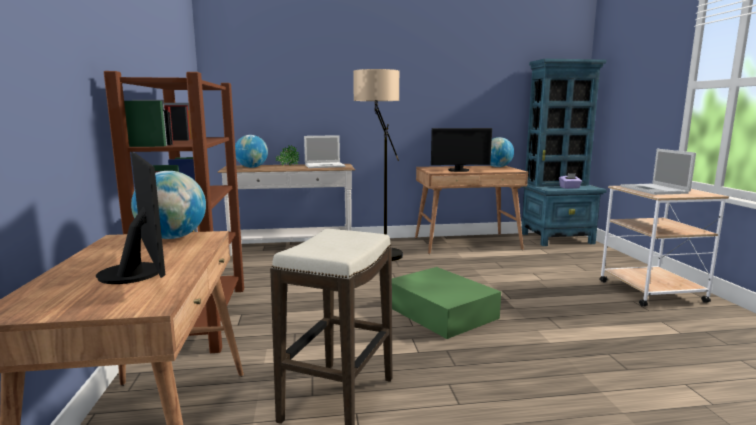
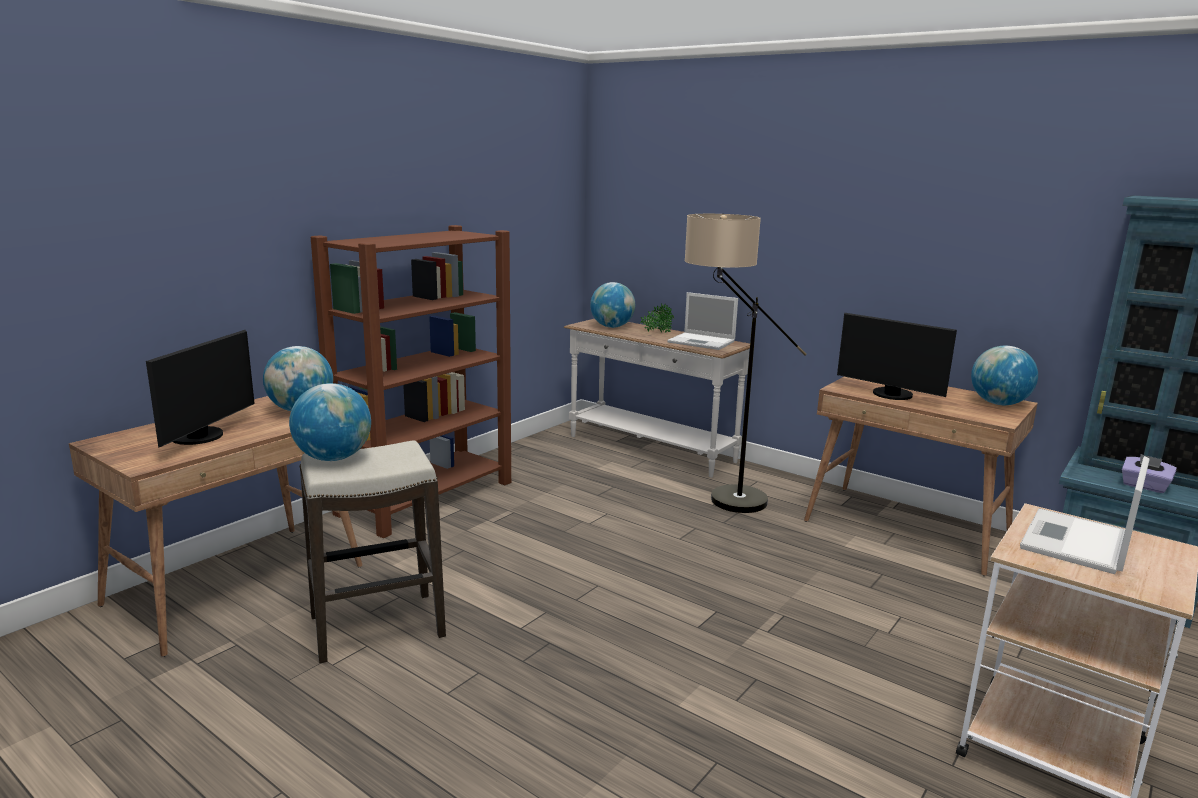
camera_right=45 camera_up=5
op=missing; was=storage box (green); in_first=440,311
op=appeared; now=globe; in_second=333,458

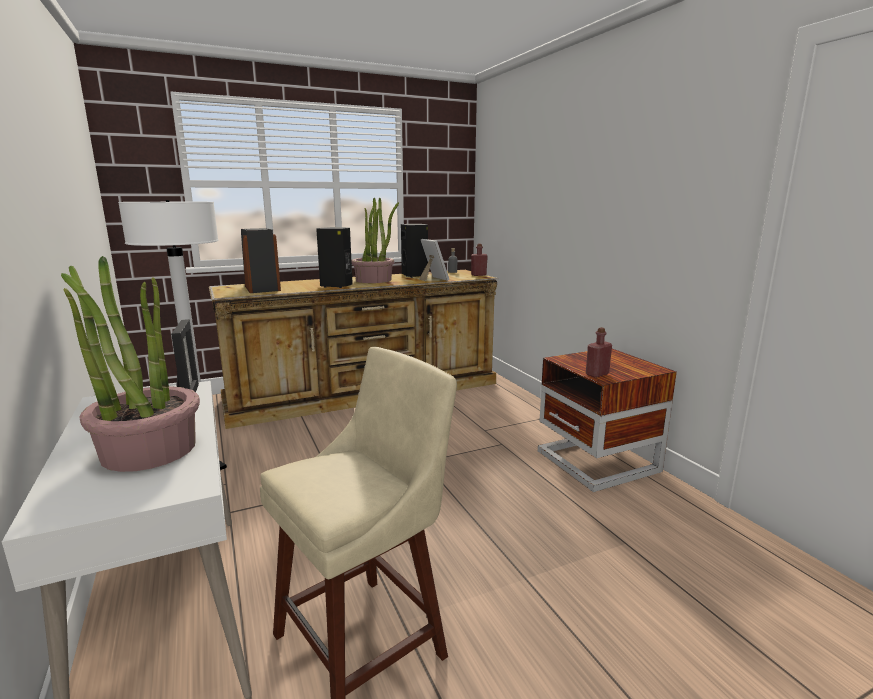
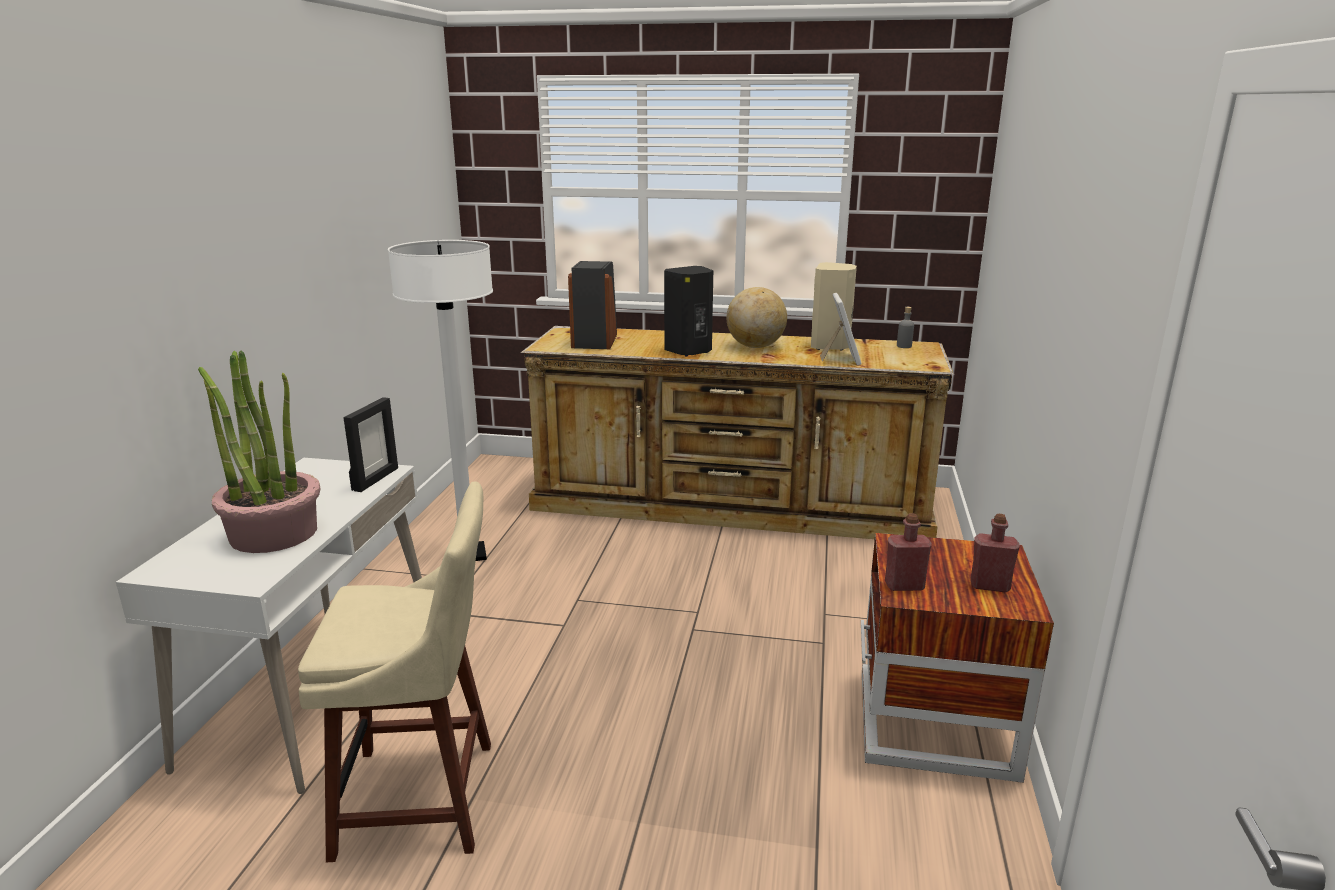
camera_right=35 camera_up=5
op=relocated; was=bottle (red); in_first=478,275; in_second=990,586
op=exchanged; was=potted plant; now=globe; in_first=374,280; in_second=755,347
op=colour; was=speaker (black); now=speaker (beige); in_first=415,275; in_second=831,346

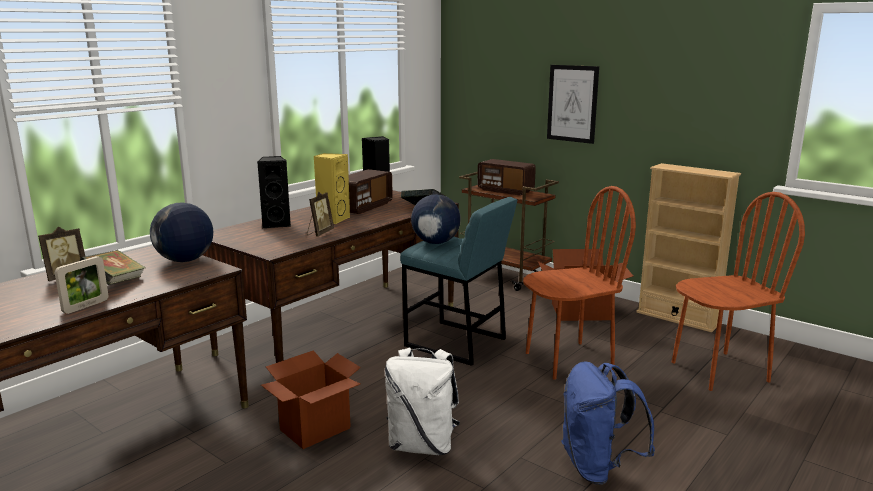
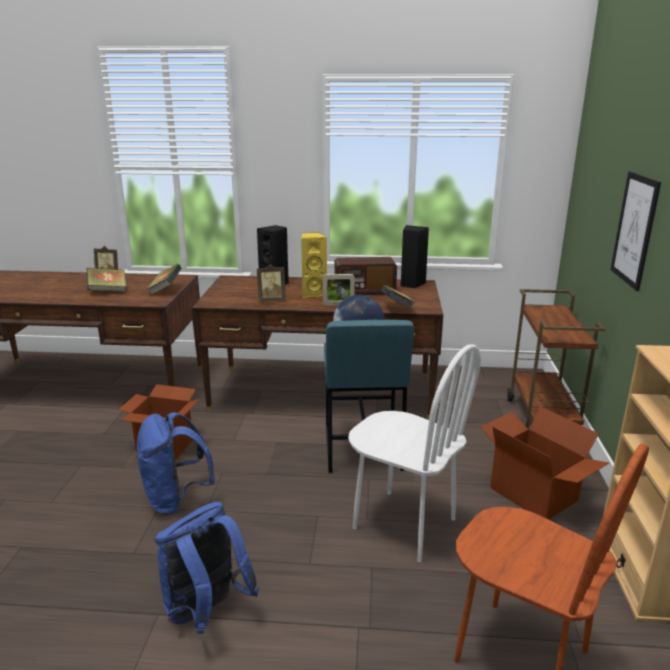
camera_right=55 camera_up=5
op=missing; was=radio; in_first=505,191
op=relocated; was=picture frame; in_first=86,306; in_second=338,304
op=exchanged; was=globe; now=book; in_first=185,260; in_second=165,290
op=colour; was=backpack (white); now=backpack (blue); in_first=422,445; in_second=176,499
op=colour; was=chair (brown); now=chair (white); in_first=568,360; in_second=404,524

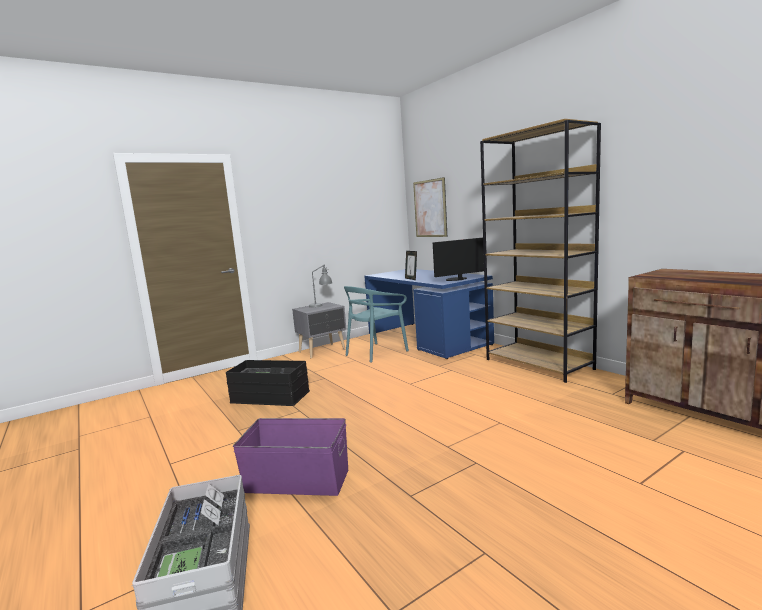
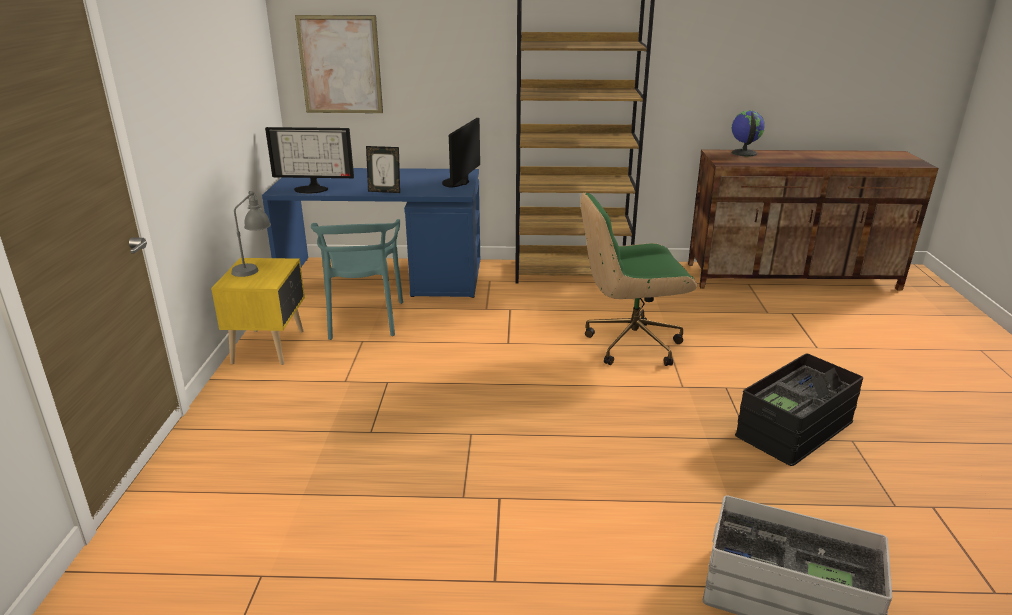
camera_right=-55 camera_up=15
op=missing; was=storage box (purple); in_first=297,481
op=appeared; now=monitor; in_second=312,188
op=appeared; now=office chair (green); in_second=629,345
op=appeared; now=globe; in_second=743,153
op=relocated; was=storage box (black); in_first=270,396; in_second=793,427
op=colour; was=nightstand (grey); now=nightstand (yellow); in_first=323,351; in_second=270,346

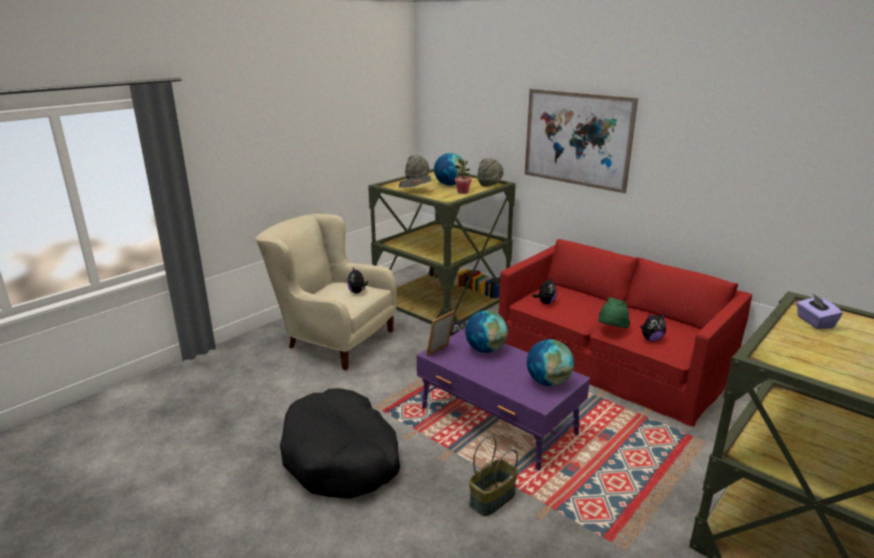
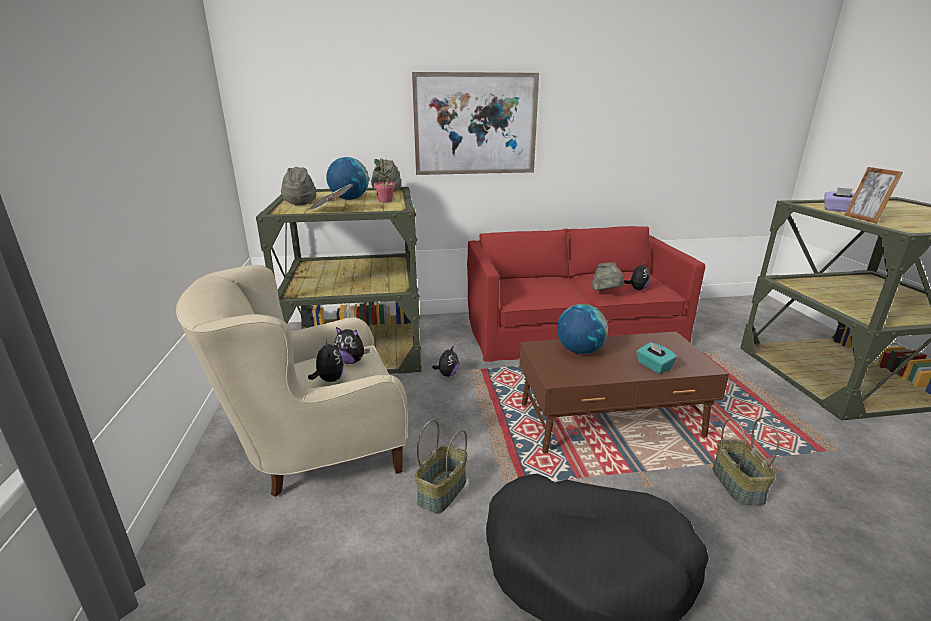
camera_right=-50 camera_up=0
op=missing; was=globe; in_first=548,382
op=appeared; now=basket; in_second=442,492
op=appeared; now=tissue box (turquoise); in_second=653,366
op=relocated; was=picture frame; in_first=440,351; in_second=864,219
op=relocated; was=plush toy; in_first=545,302; in_second=329,380
op=colour; was=coffee table (purple); now=coffee table (brown); in_first=498,421; in_second=610,420
op=colour; was=hat (green); now=hat (grey); in_first=612,330; in_second=607,293

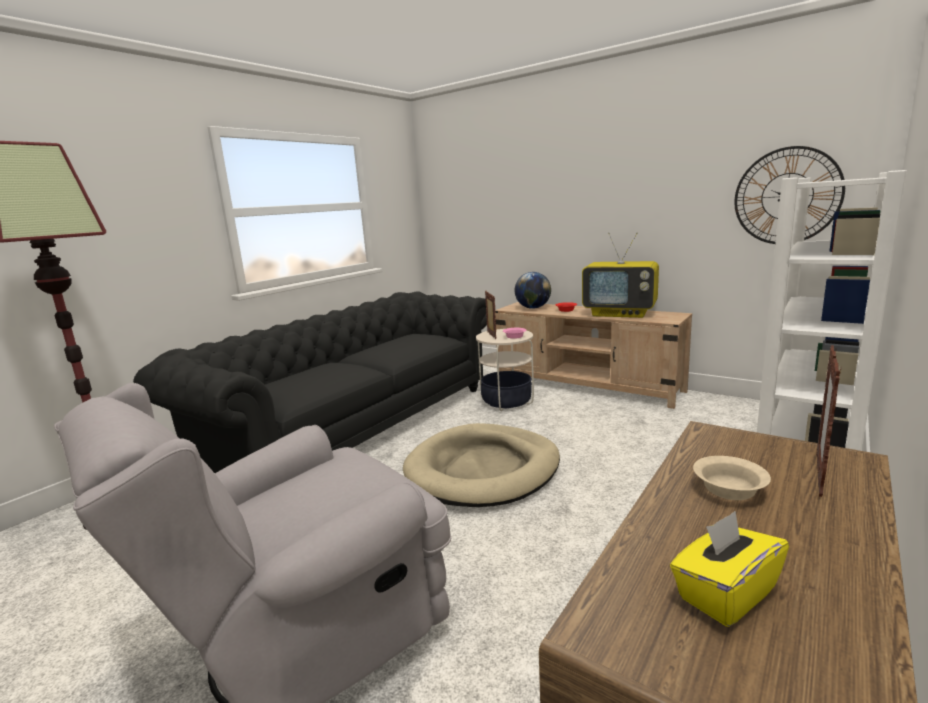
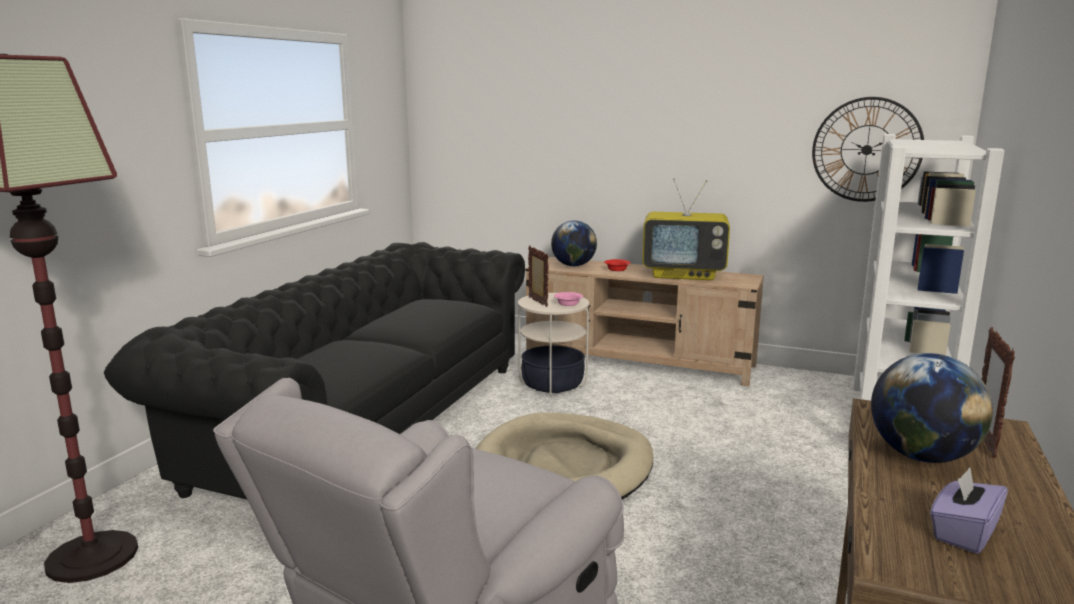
camera_right=-15 camera_up=0
op=exchanged; was=bowl (beige); now=globe; in_first=729,489; in_second=922,456
op=colour; was=tissue box (yellow); now=tissue box (purple); in_first=725,593; in_second=963,533

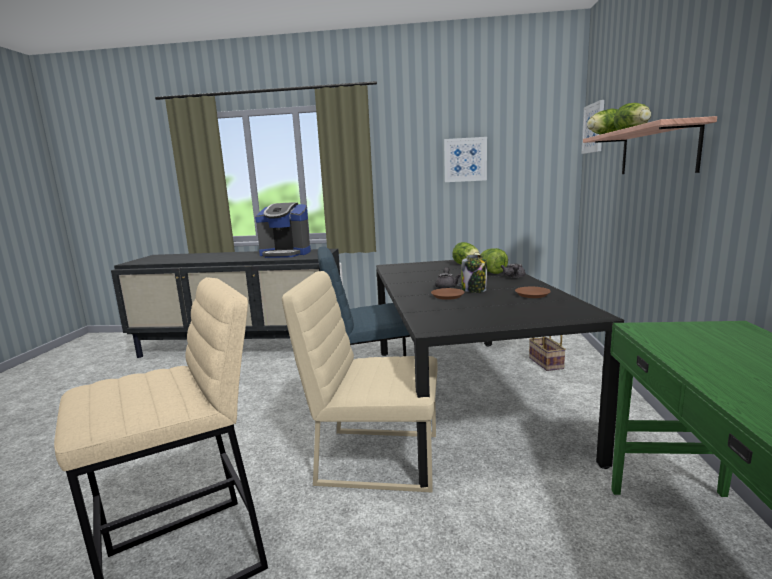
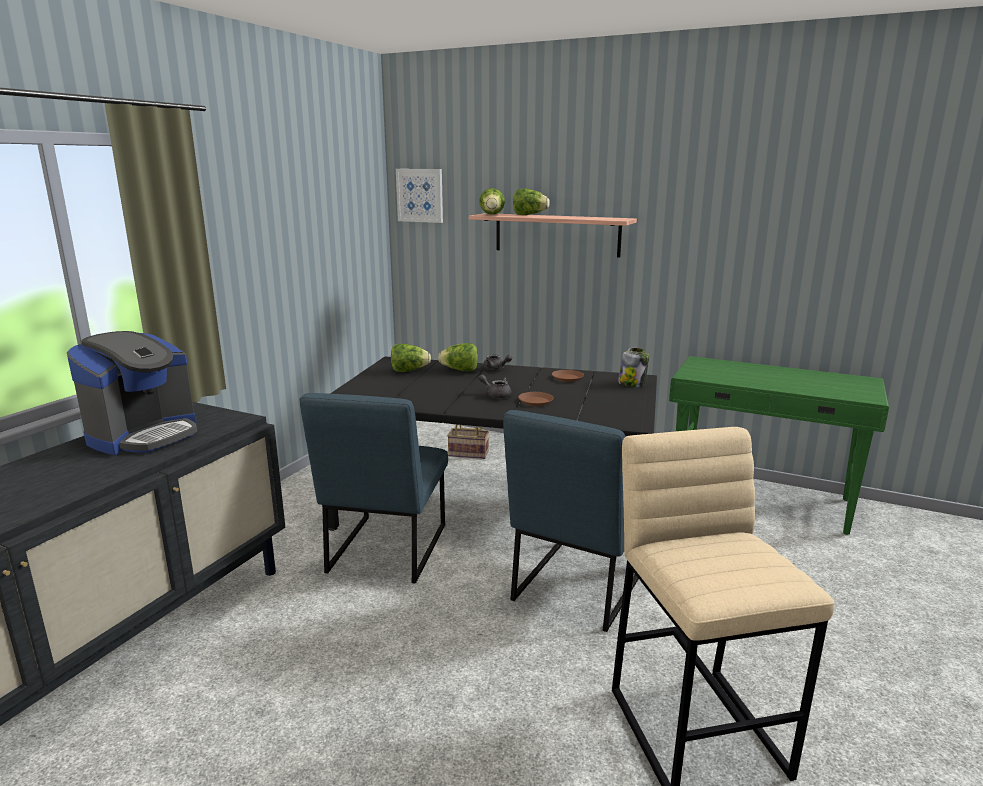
camera_right=-70 camera_up=5
op=missing; was=picture; in_first=465,160
op=relocated; was=jar; in_first=474,290; in_second=632,384
op=colour; was=chair (beige); now=chair (blue); in_first=375,457; in_second=577,585

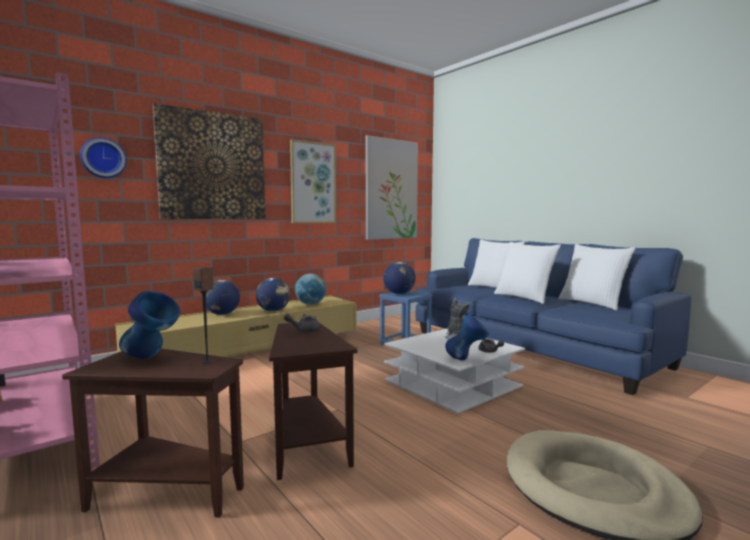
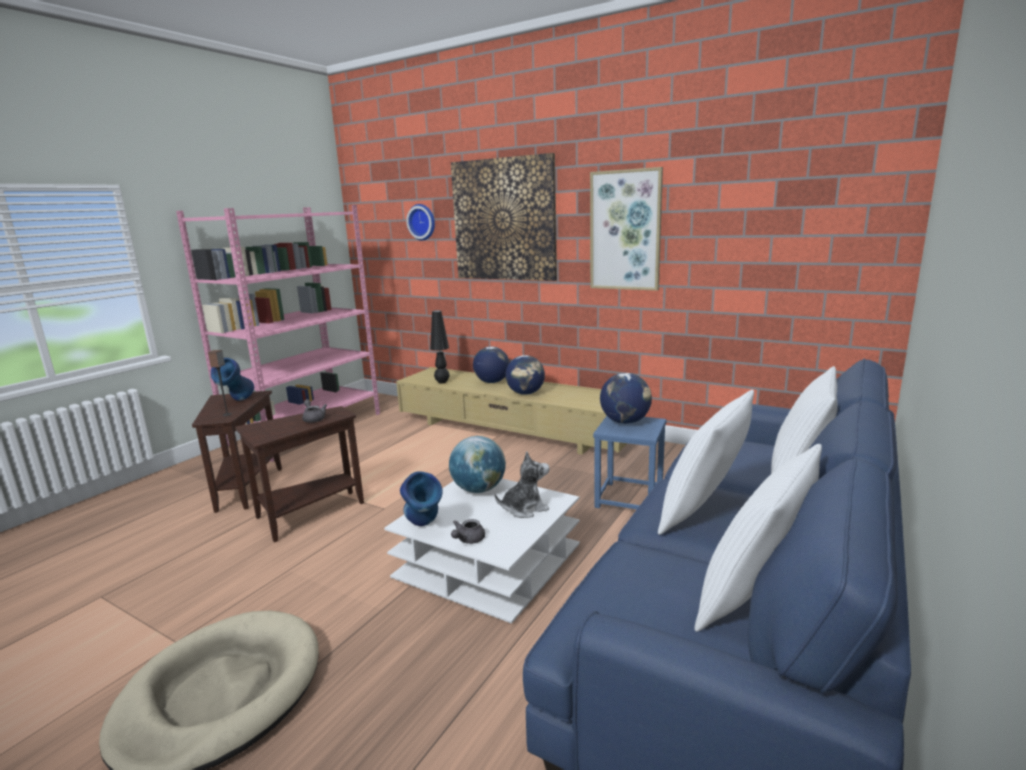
camera_right=70 camera_up=10
op=missing; was=picture; in_first=391,189
op=appeared; now=table lamp (black); in_second=442,382
op=relocated; was=globe; in_first=310,304; in_second=479,489

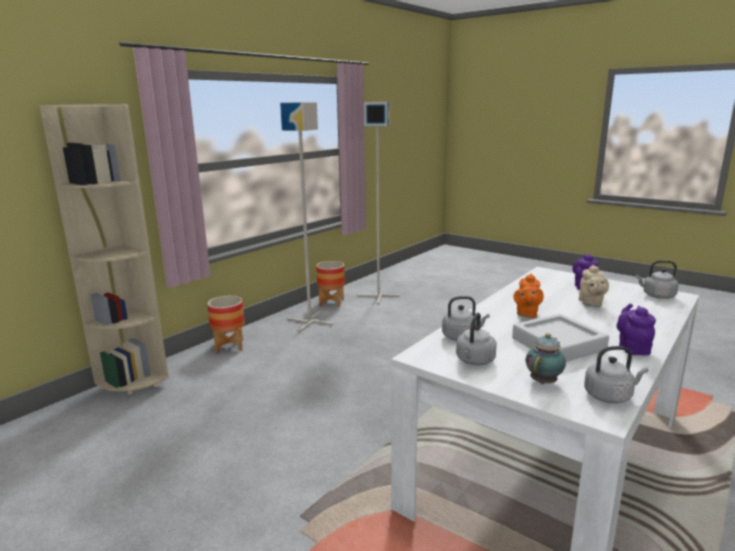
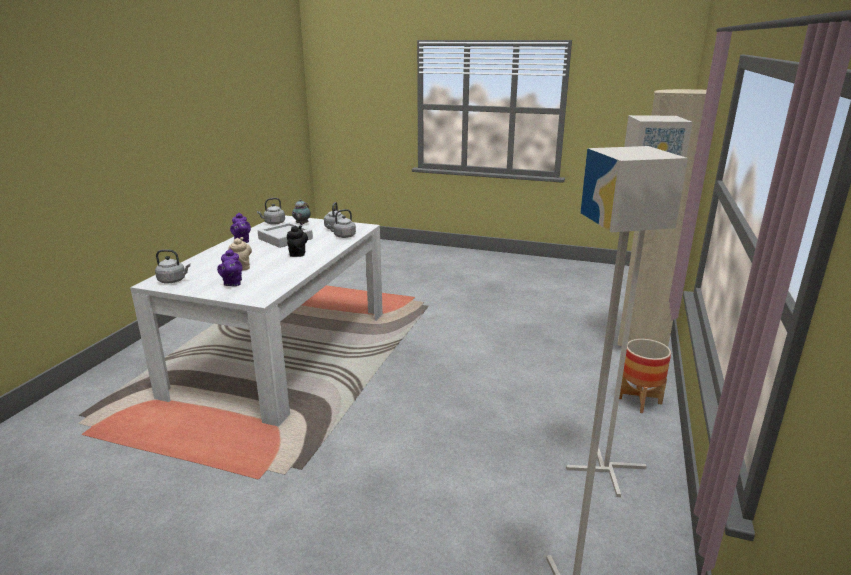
camera_right=160 camera_up=5
op=missing; was=planter; in_first=331,302
op=colour; was=teapot (orange); now=teapot (black); in_first=526,314; in_second=298,253

